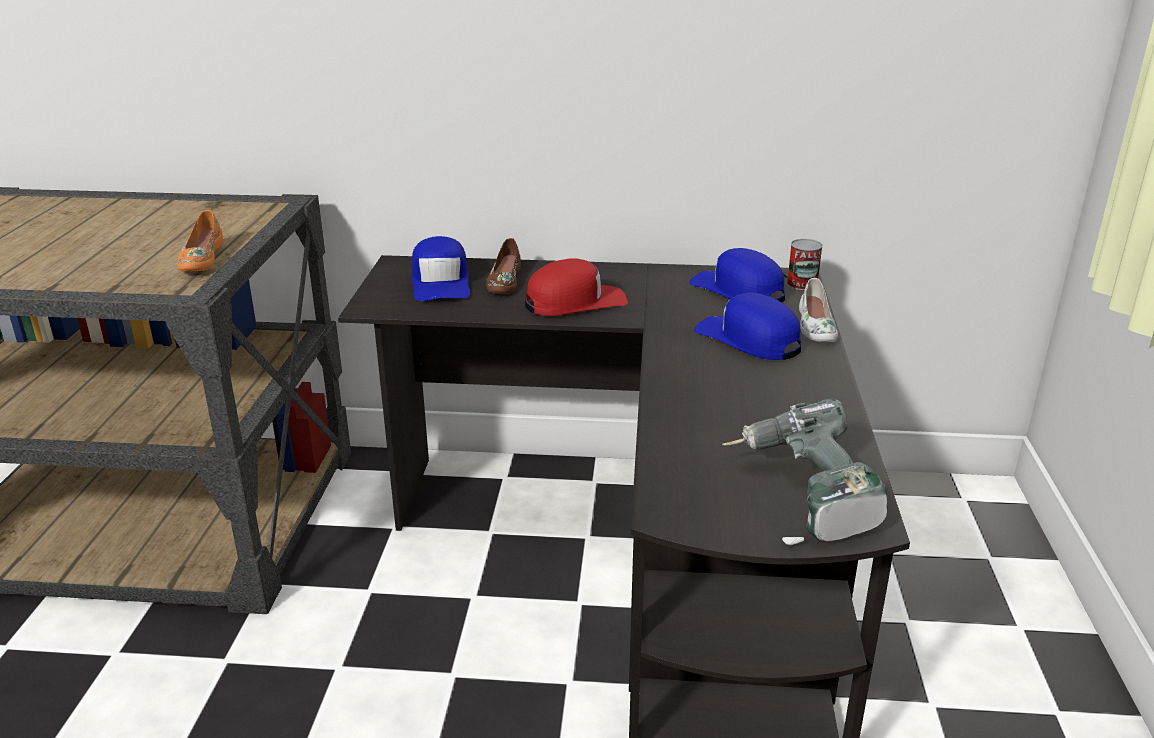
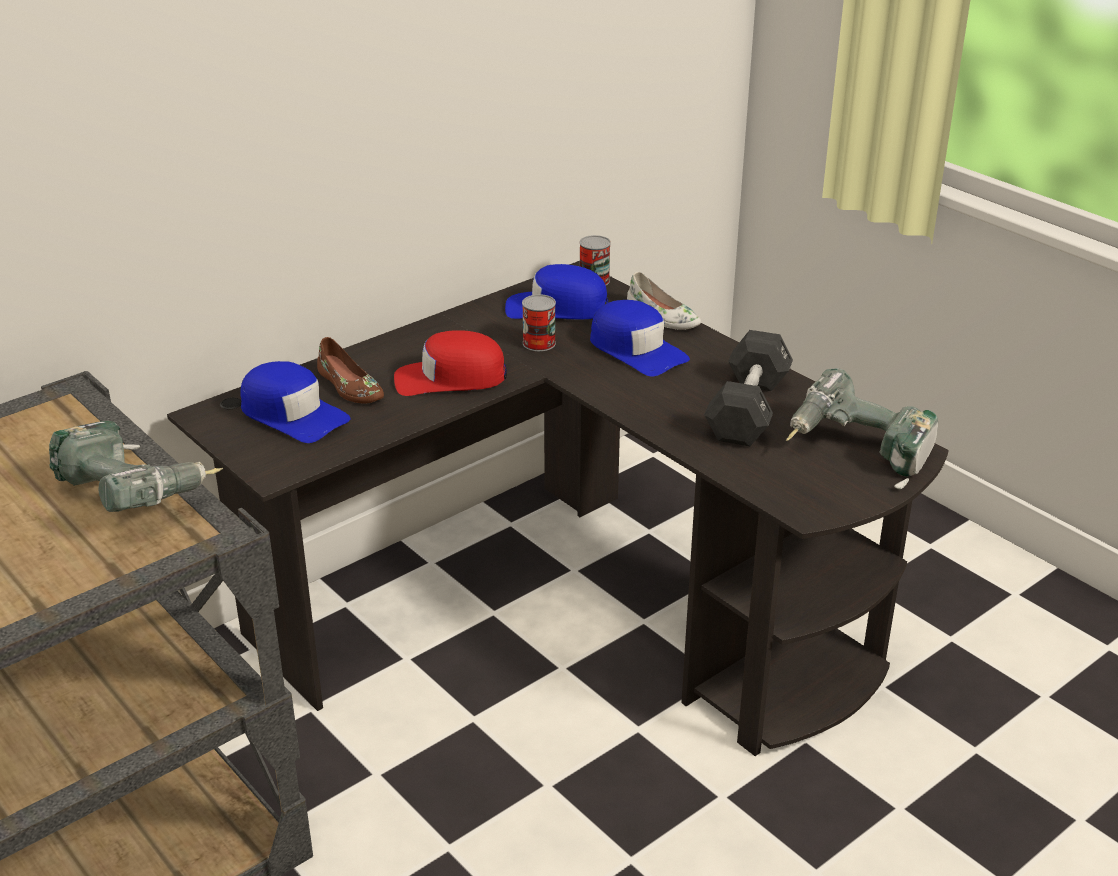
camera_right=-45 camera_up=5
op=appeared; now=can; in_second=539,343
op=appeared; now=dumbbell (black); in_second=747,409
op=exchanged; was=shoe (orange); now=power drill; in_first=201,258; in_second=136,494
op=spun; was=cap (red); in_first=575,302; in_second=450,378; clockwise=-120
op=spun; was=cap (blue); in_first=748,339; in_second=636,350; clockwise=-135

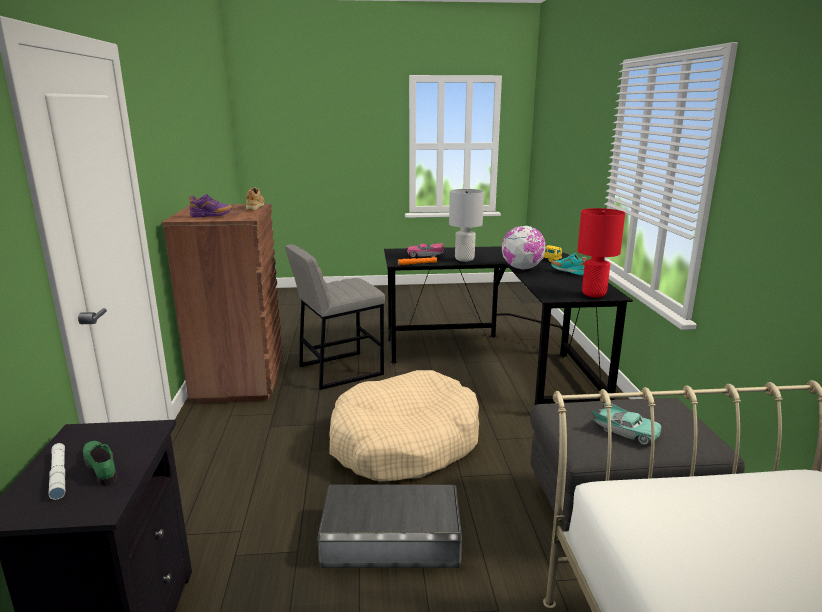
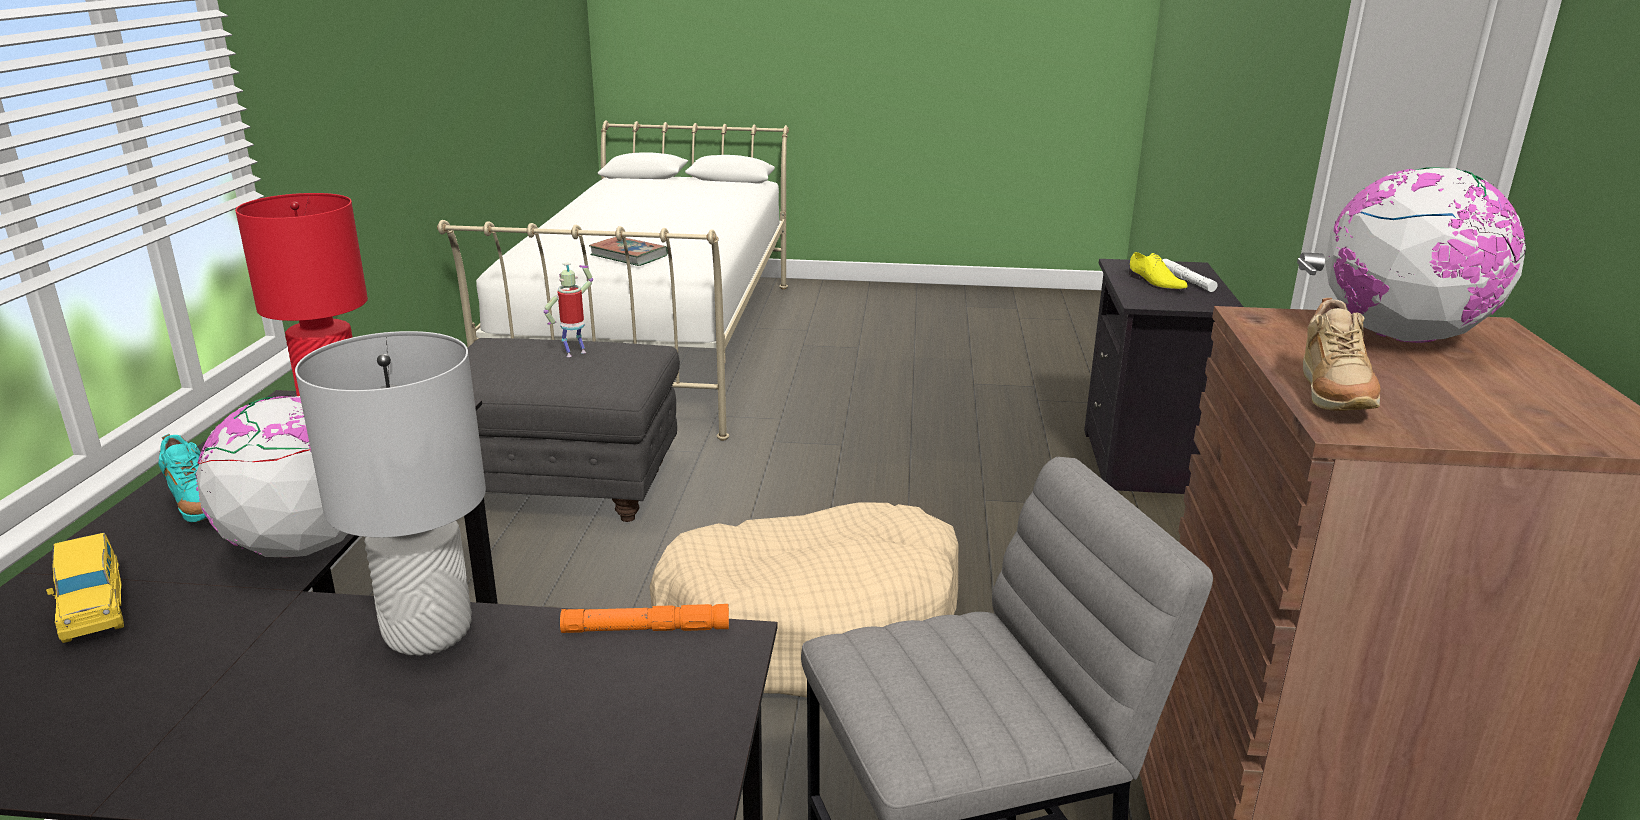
camera_right=-170 camera_up=5
op=missing; was=storage box (grey); in_first=391,537
op=missing; was=toy car (pink); in_first=425,255
op=appeared; now=book; in_second=629,256
op=exchanged; was=shoe (purple); now=globe; in_first=211,216; in_second=1402,337
op=exchanged; was=toy car (turquoise); now=toy robot; in_first=624,431; in_second=575,353
op=colour; was=shoe (green); now=shoe (yellow); in_first=101,465; in_second=1155,283

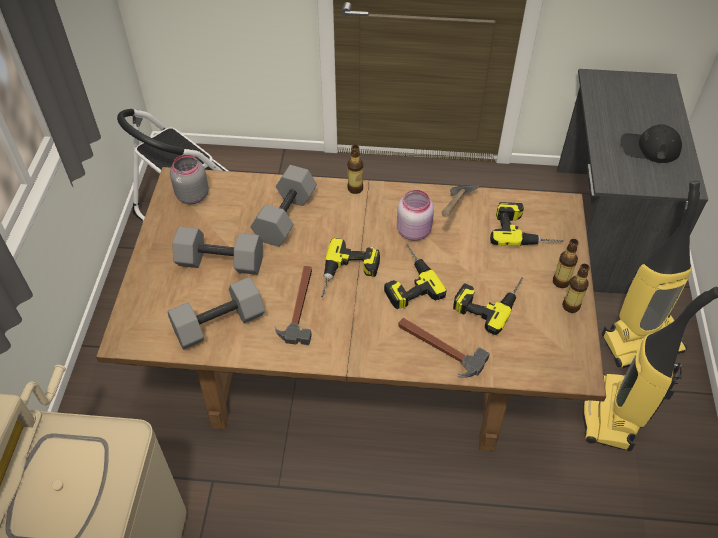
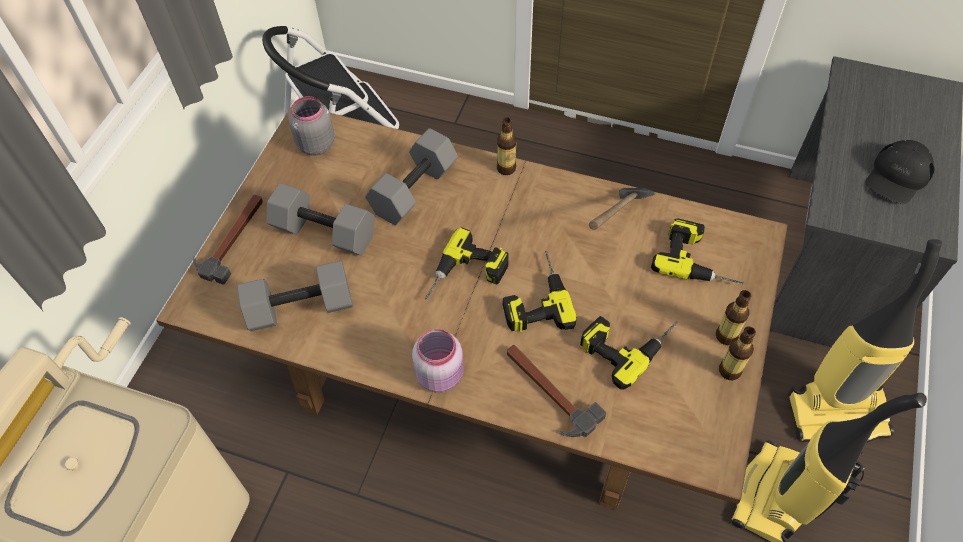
camera_right=15 camera_up=5
op=relocated; was=hammer; in_first=299,306; in_second=233,239
op=relocated; was=jar (pink); in_first=414,231; in_second=441,374
op=spun; was=cap (black); in_first=649,147; in_second=897,176; clockwise=-75

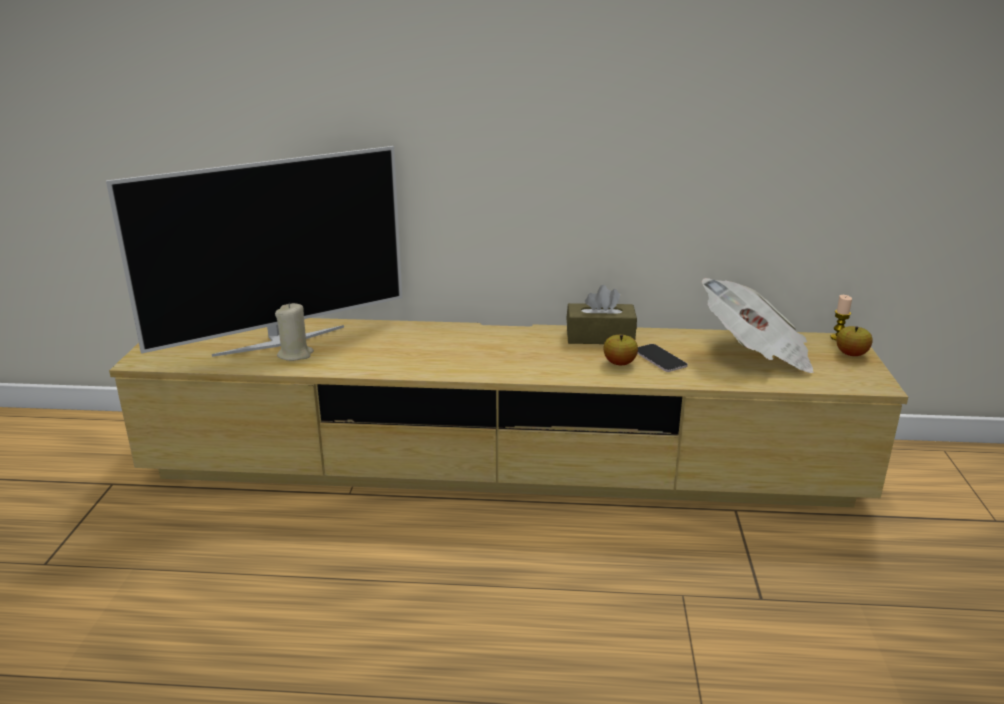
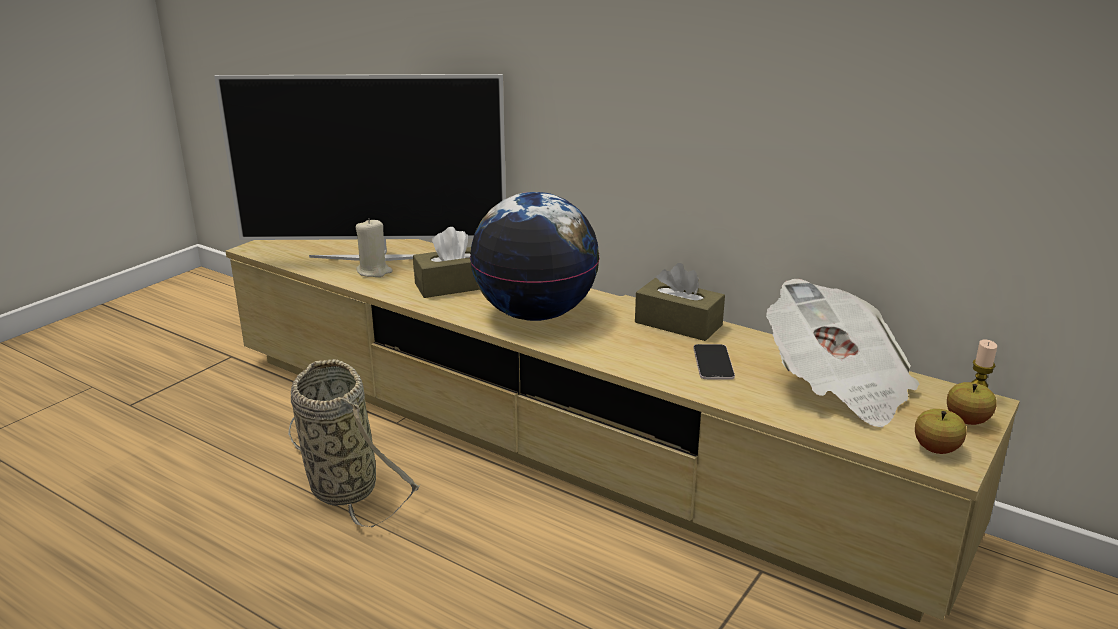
camera_right=30 camera_up=0
op=appeared; now=basket; in_second=340,485
op=appeared; now=tissue box (brown); in_second=454,285
op=appeared; now=globe; in_second=536,314
op=relocated; was=apple; in_first=619,363; in_second=936,449

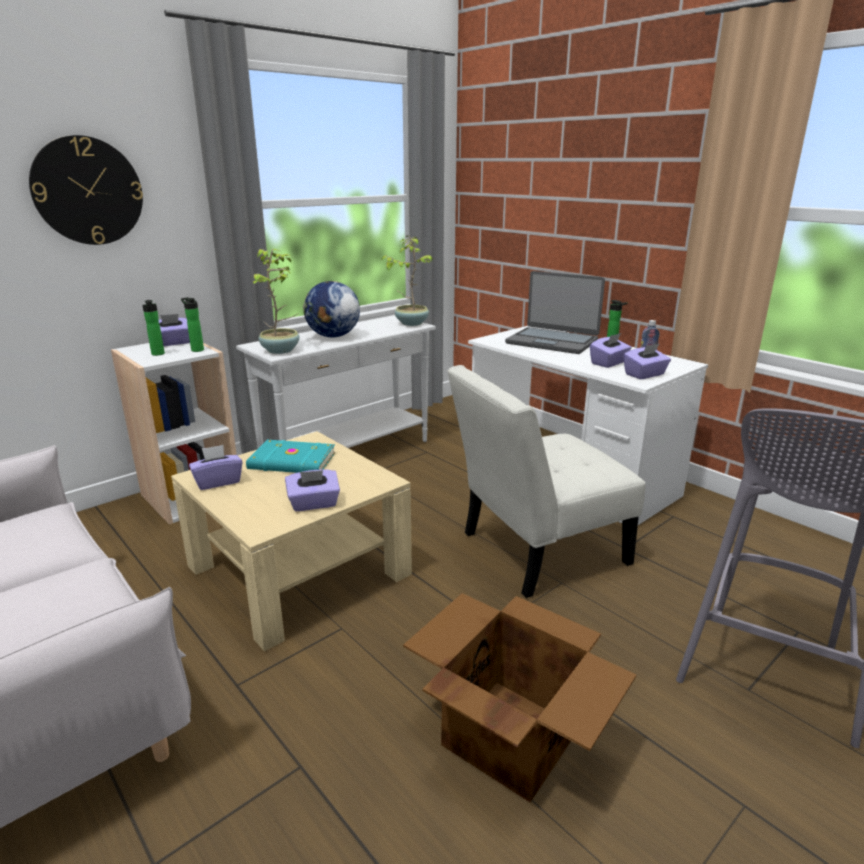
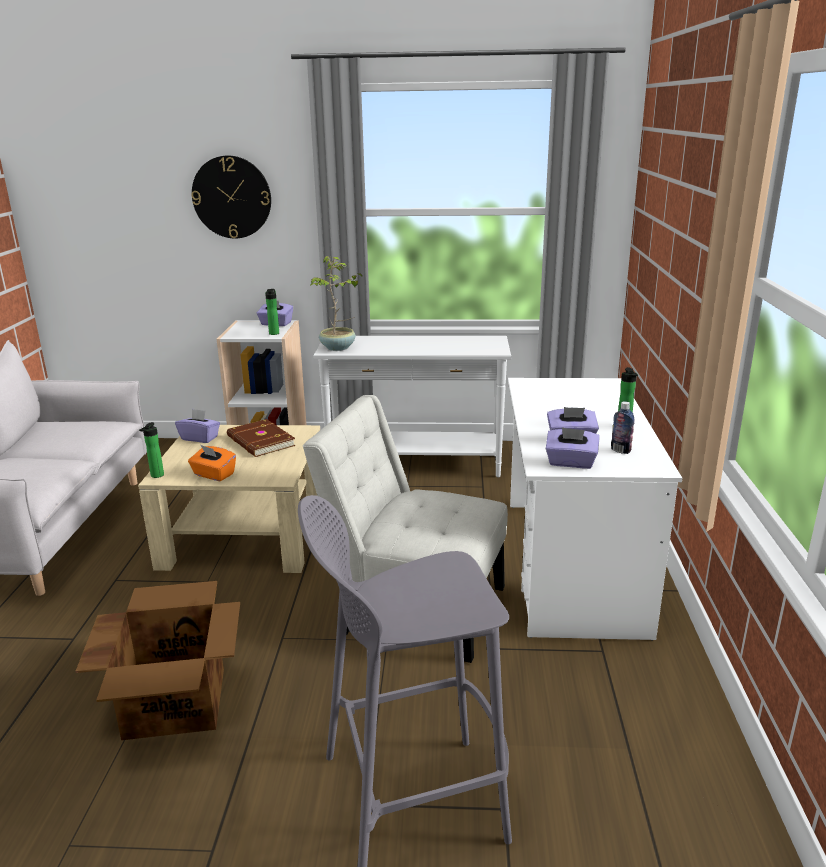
camera_right=45 camera_up=0
op=missing; was=globe; in_first=333,336
op=missing; was=potted plant; in_first=411,323
op=missing; was=laptop; in_first=552,342
op=relocated; was=bottle; in_first=158,354; in_second=156,476
op=colour; was=book (turquoise); now=book (brown); in_first=292,462; in_second=260,441
op=colour; was=tissue box (purple); now=tissue box (orange); in_first=314,504; in_second=213,475

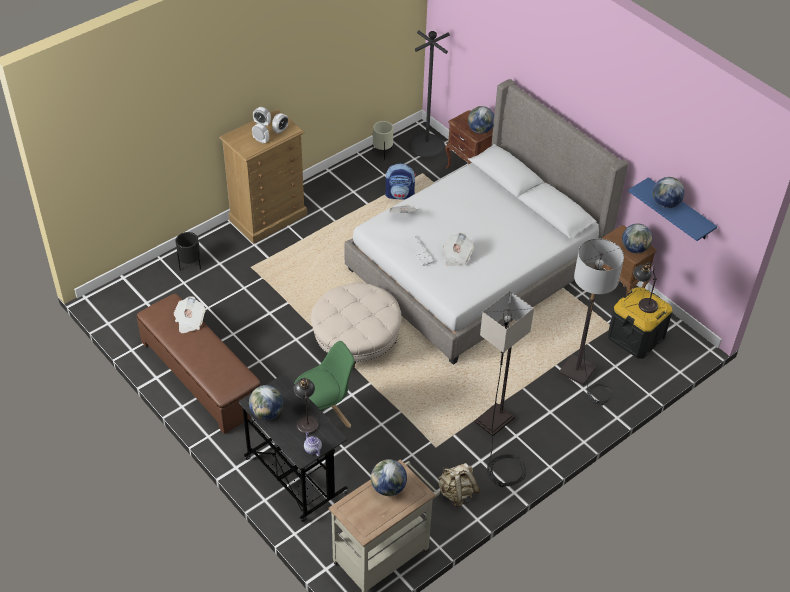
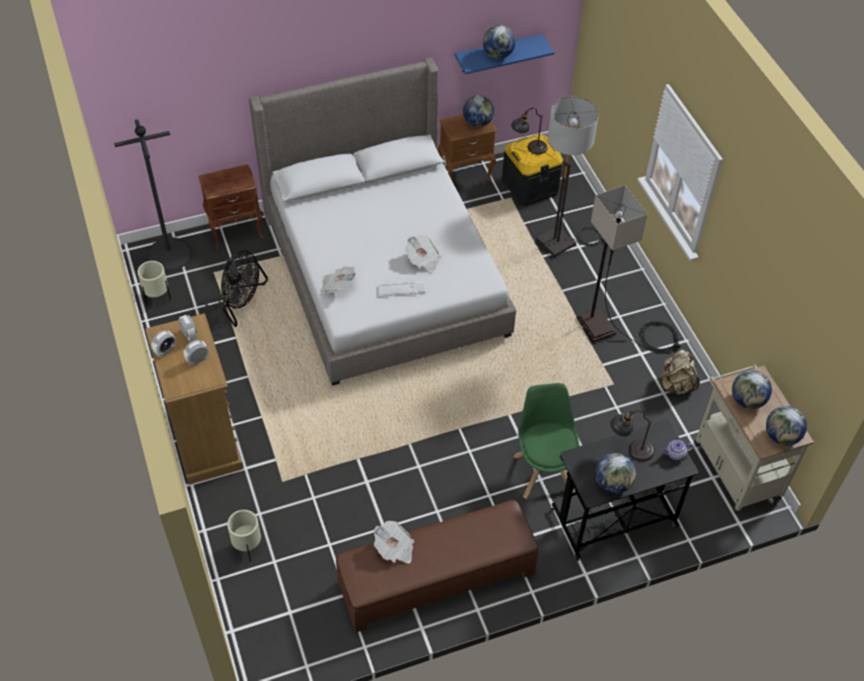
camera_right=-70 camera_up=5
op=missing; was=ottoman (beige); in_first=356,340
op=relocated; was=globe; in_first=480,130; in_second=781,436
op=exchanged; was=backpack; now=fan (black); in_first=400,195; in_second=237,303
op=colour; was=planter (black); now=planter (beige); in_first=190,265; in_second=247,547

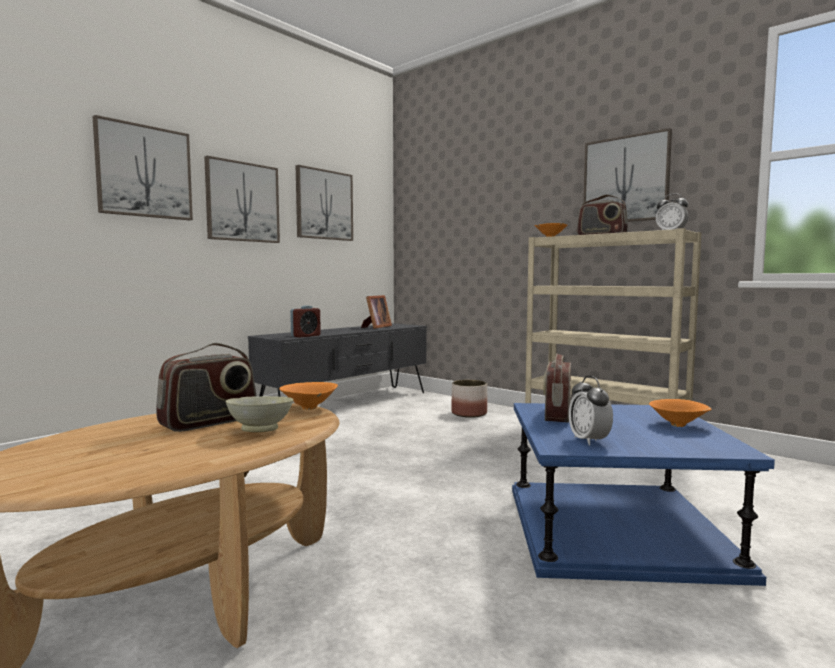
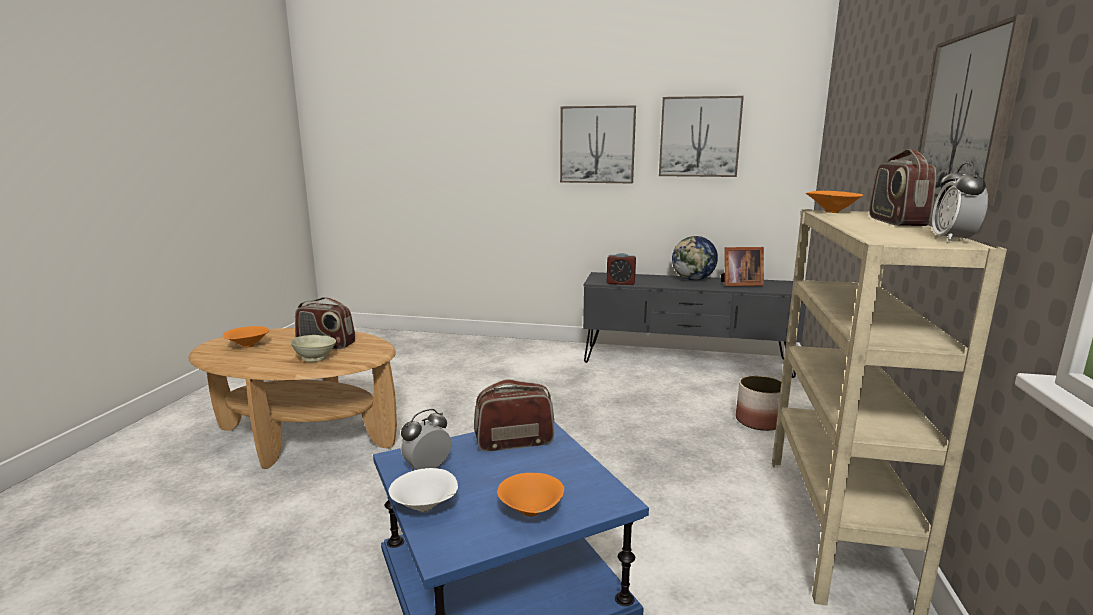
camera_right=60 camera_up=10
op=missing; was=picture; in_first=144,171
op=appeared; now=bowl (white); in_second=426,508
op=appeared; now=globe; in_second=693,279
op=relocated; was=bowl (orange); in_first=309,408; in_second=247,346

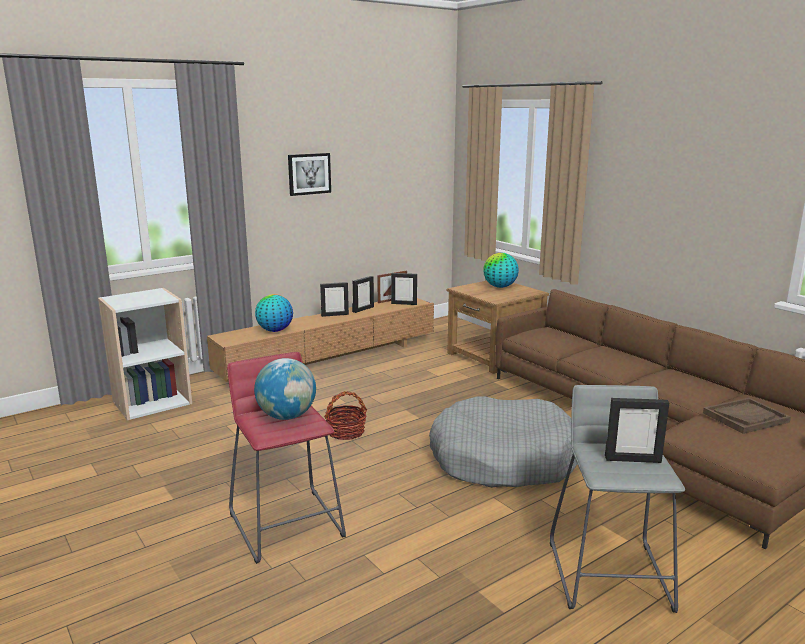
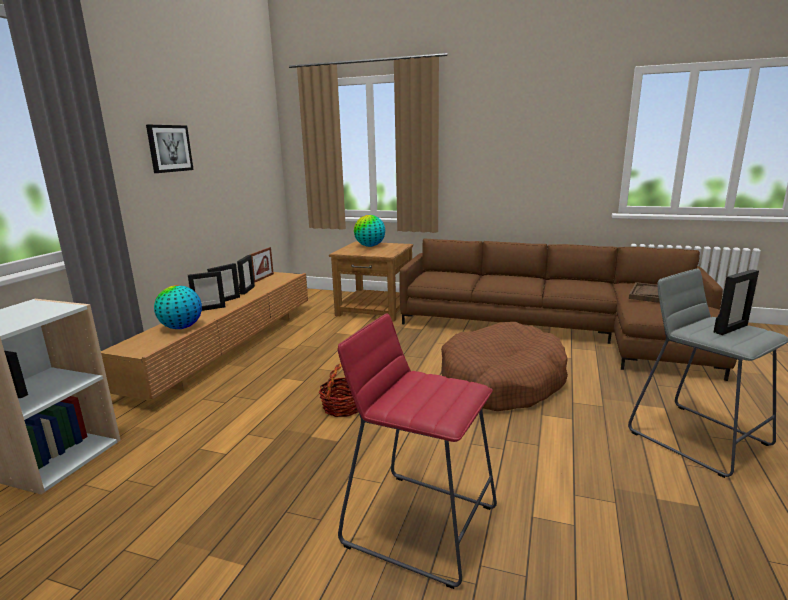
camera_right=-35 camera_up=0
op=missing; was=globe; in_first=287,416
op=relocated; was=picture frame; in_first=404,303; in_second=209,308
op=colour; was=dog bed (grey); now=dog bed (brown); in_first=502,459; in_second=501,382

